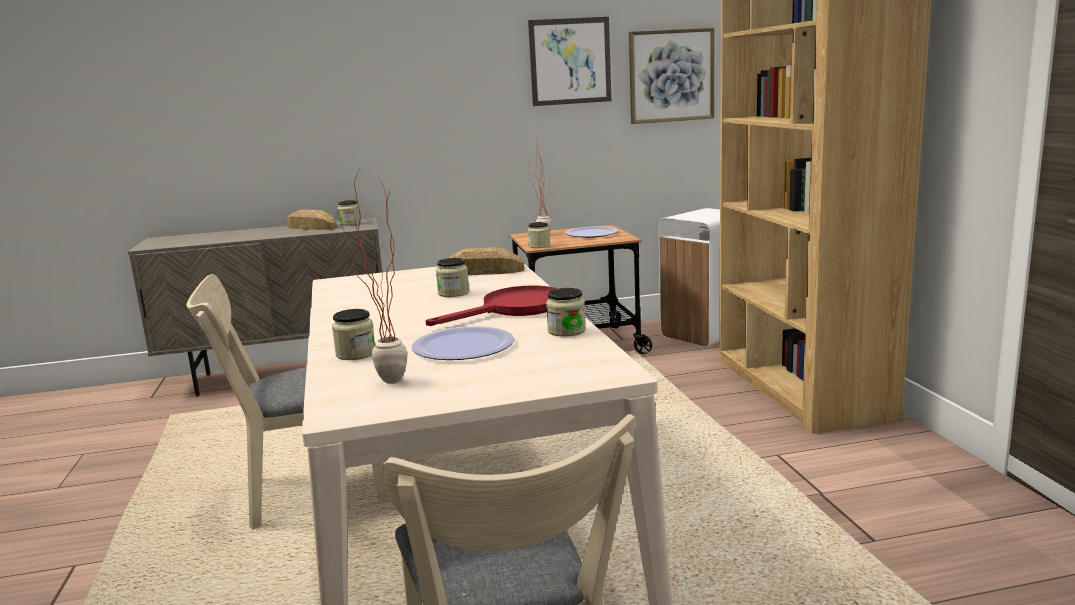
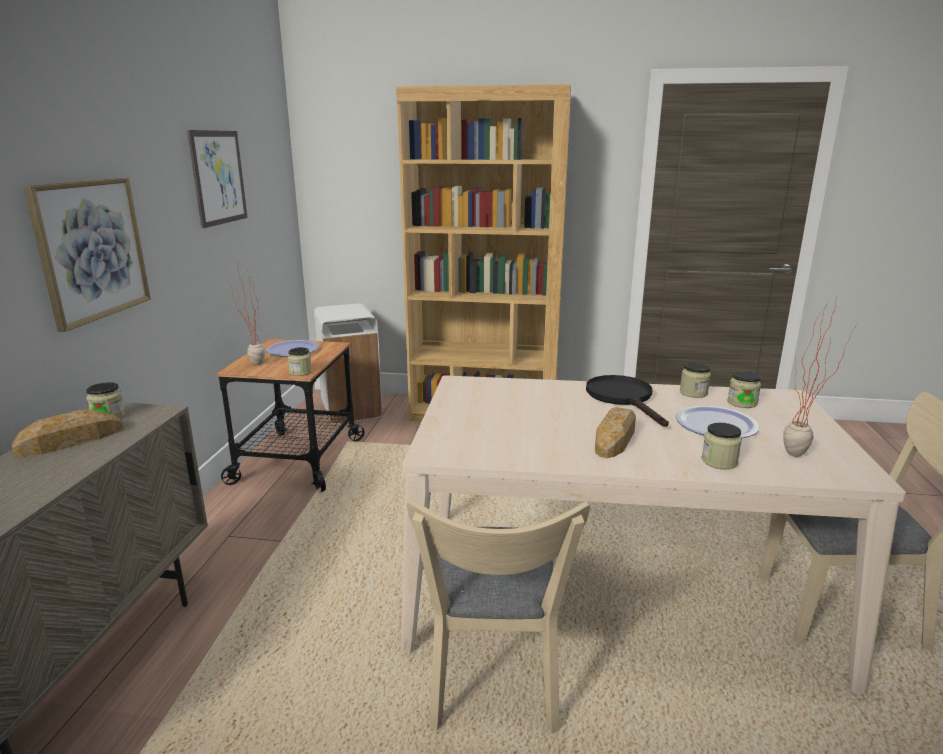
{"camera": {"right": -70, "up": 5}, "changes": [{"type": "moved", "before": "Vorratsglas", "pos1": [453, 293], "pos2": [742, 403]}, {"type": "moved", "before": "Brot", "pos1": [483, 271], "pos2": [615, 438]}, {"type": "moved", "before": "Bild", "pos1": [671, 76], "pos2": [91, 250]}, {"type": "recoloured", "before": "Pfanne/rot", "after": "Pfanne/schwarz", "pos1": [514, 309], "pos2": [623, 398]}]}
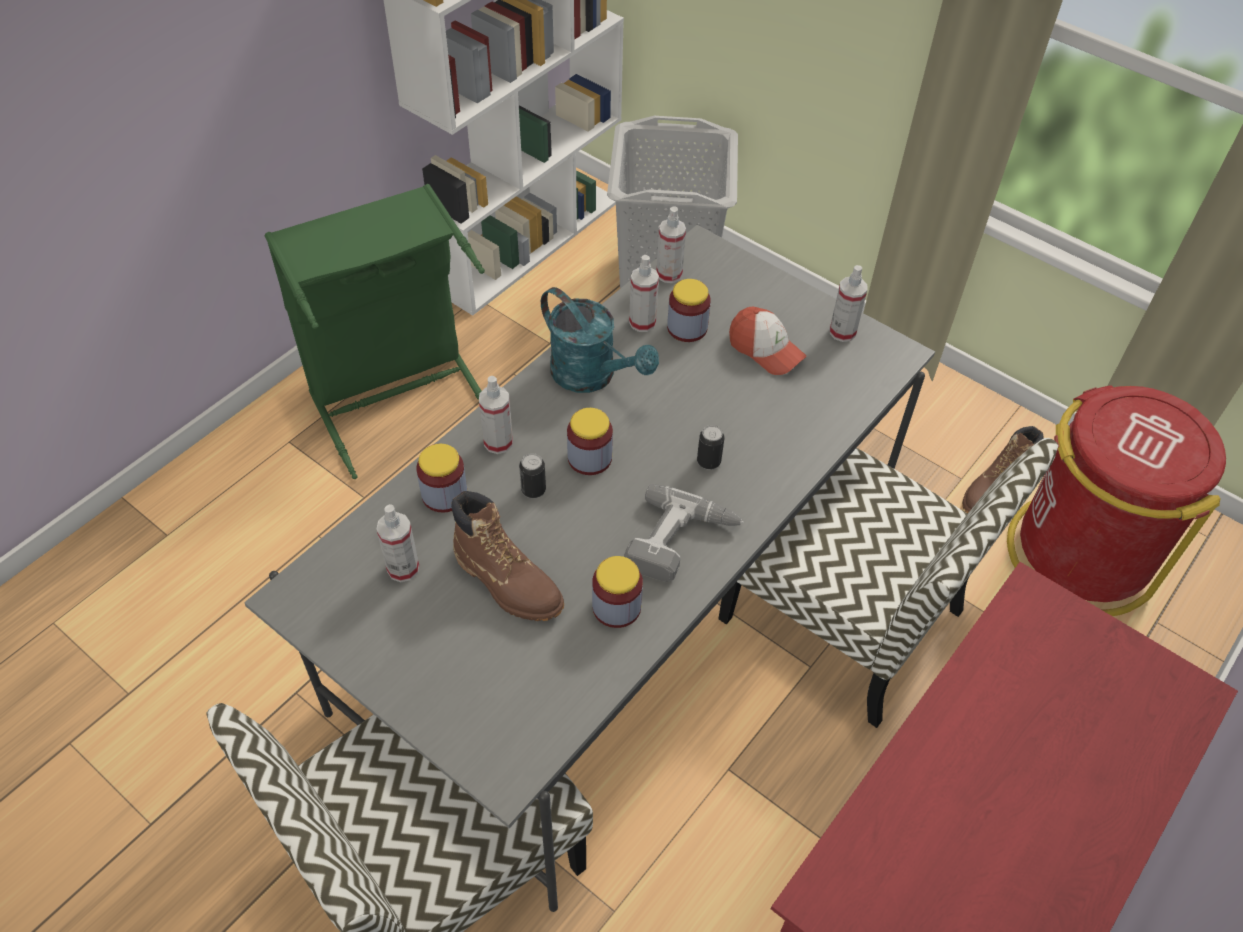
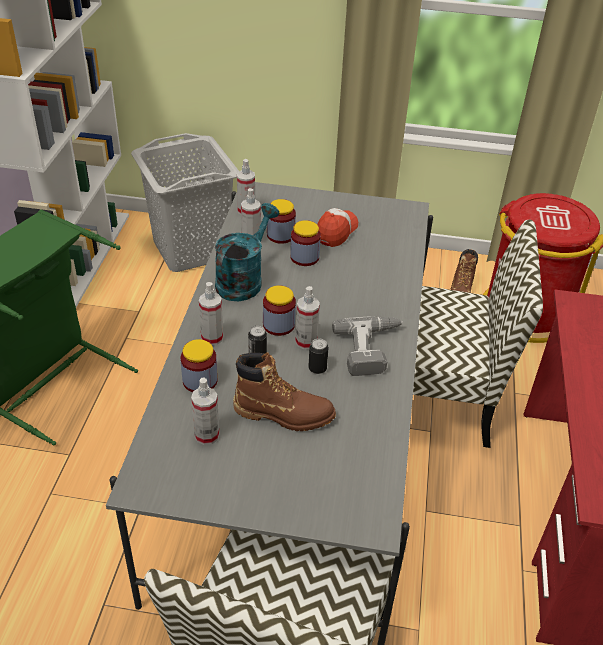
{"camera": {"right": -30, "up": -10}, "changes": [{"type": "moved", "before": "Vorratsglas", "pos1": [616, 607], "pos2": [304, 257]}, {"type": "moved", "before": "Dose", "pos1": [708, 461], "pos2": [317, 368]}, {"type": "moved", "before": "Sprühflasche", "pos1": [842, 332], "pos2": [306, 342]}, {"type": "turned", "before": "Gießkanne/türkis", "pos1": [592, 376], "pos2": [243, 280], "turn": -75}, {"type": "turned", "before": "Kappe", "pos1": [765, 349], "pos2": [336, 231], "turn": -75}]}
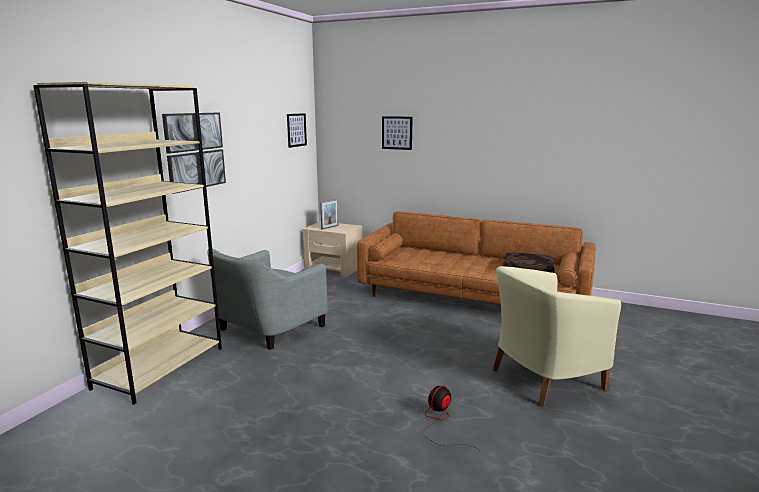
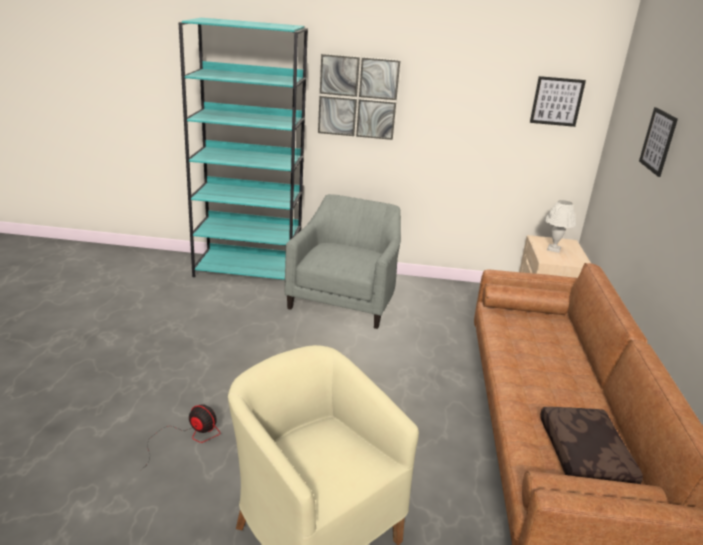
{"camera": {"right": 70, "up": 10}, "changes": [{"type": "replaced", "before": "Bilderrahmen", "after": "Tischlampe/weiß", "pos1": [330, 227], "pos2": [554, 249]}, {"type": "recoloured", "before": "Bücherregal/beige", "after": "Bücherregal/türkis", "pos1": [160, 367], "pos2": [248, 271]}, {"type": "turned", "before": "Sessel/grau", "pos1": [268, 328], "pos2": [344, 300], "turn": 90}]}
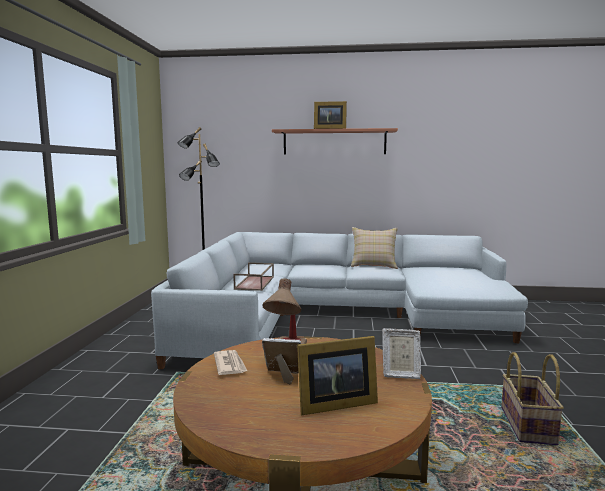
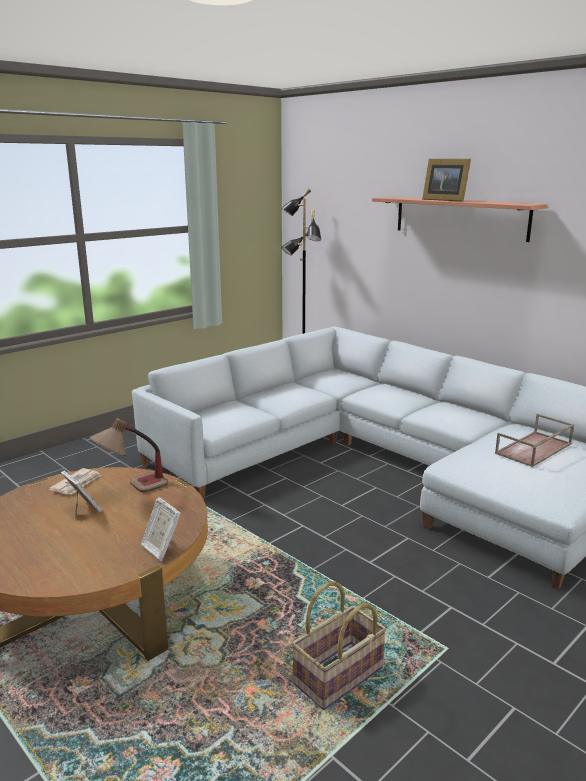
{"camera": {"right": 40, "up": 10}, "changes": [{"type": "removed", "before": "Bilderrahmen", "pos1": [333, 404]}, {"type": "removed", "before": "Kissen/beige", "pos1": [374, 265]}, {"type": "moved", "before": "Tablett/braun", "pos1": [255, 283], "pos2": [534, 449]}]}
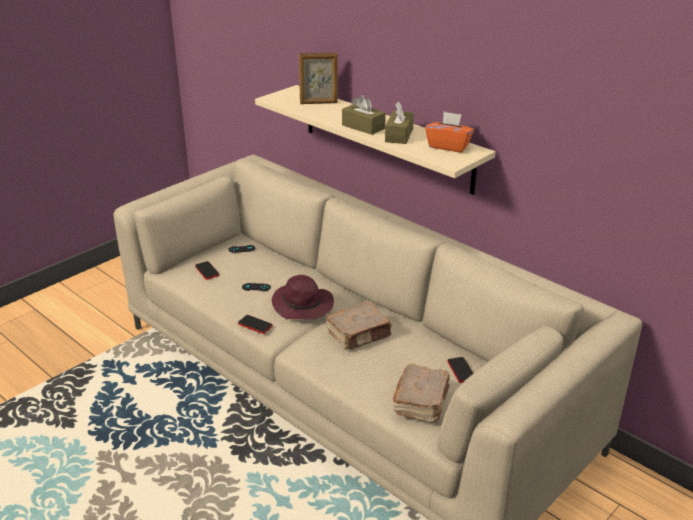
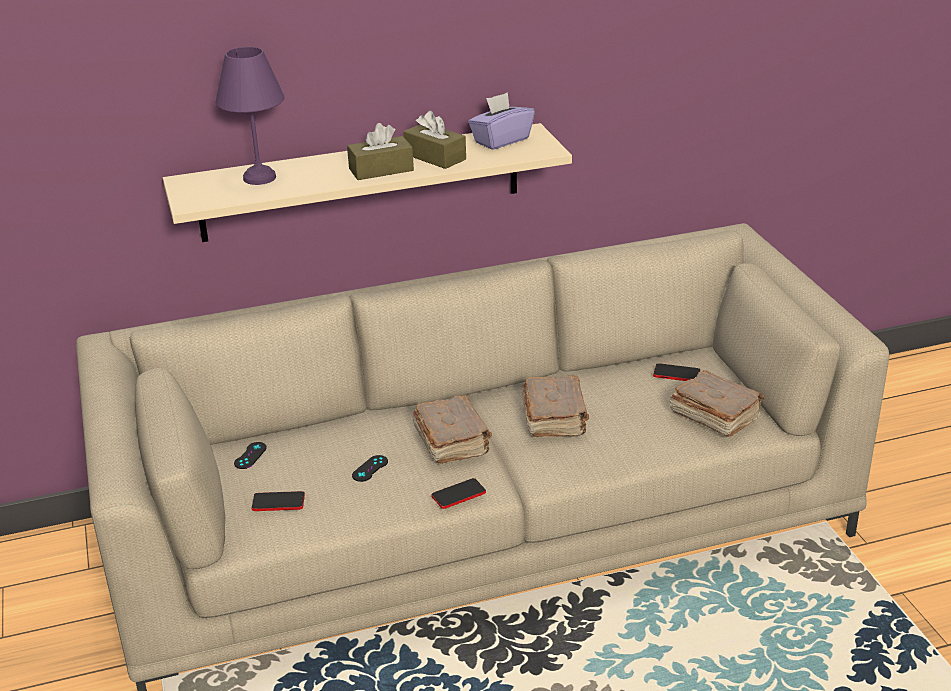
{"camera": {"right": -60, "up": 0}, "changes": [{"type": "replaced", "before": "Hut/lila", "after": "Buch/braun", "pos1": [303, 305], "pos2": [452, 441]}, {"type": "replaced", "before": "Bilderrahmen", "after": "Tischlampe/lila", "pos1": [318, 103], "pos2": [259, 177]}, {"type": "recoloured", "before": "Taschentuchbox/orange", "after": "Taschentuchbox/lila", "pos1": [448, 146], "pos2": [501, 140]}]}
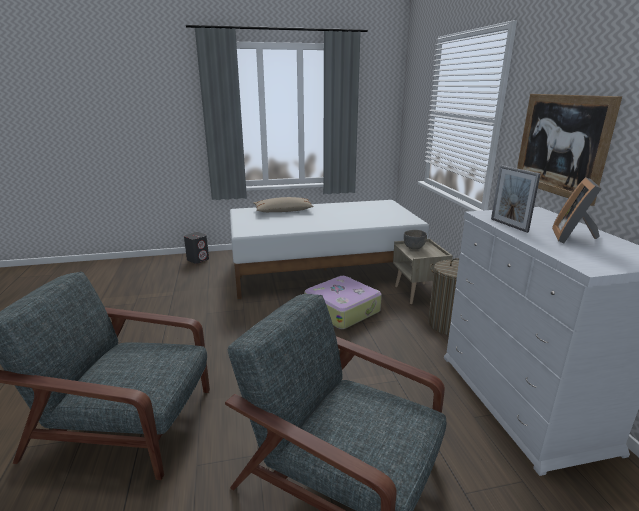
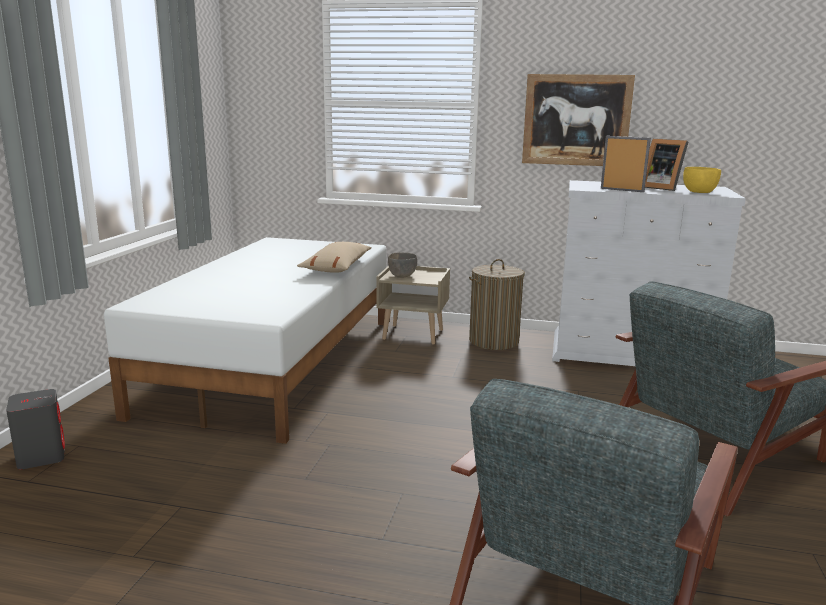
{"camera": {"right": -65, "up": -5}, "changes": [{"type": "removed", "before": "Koffer", "pos1": [342, 309]}, {"type": "added", "after": "Schüssel/gelb", "pos2": [699, 192]}, {"type": "moved", "before": "Kissen/beige", "pos1": [283, 211], "pos2": [337, 267]}, {"type": "turned", "before": "Bilderrahmen", "pos1": [509, 225], "pos2": [622, 190], "turn": -150}]}
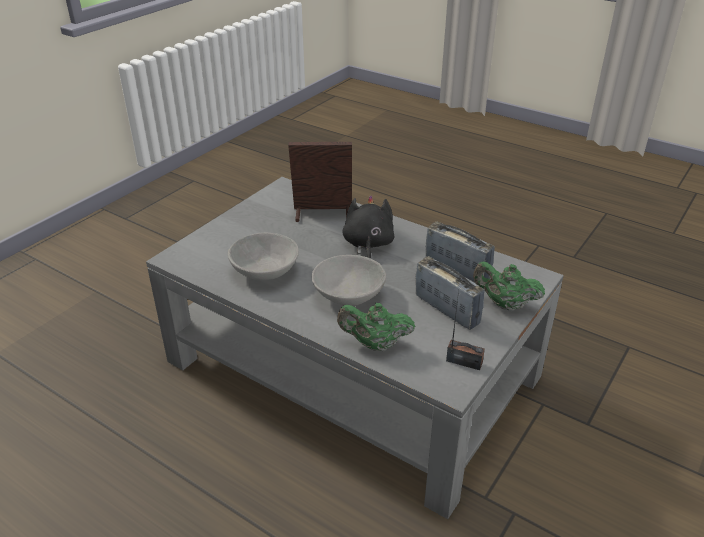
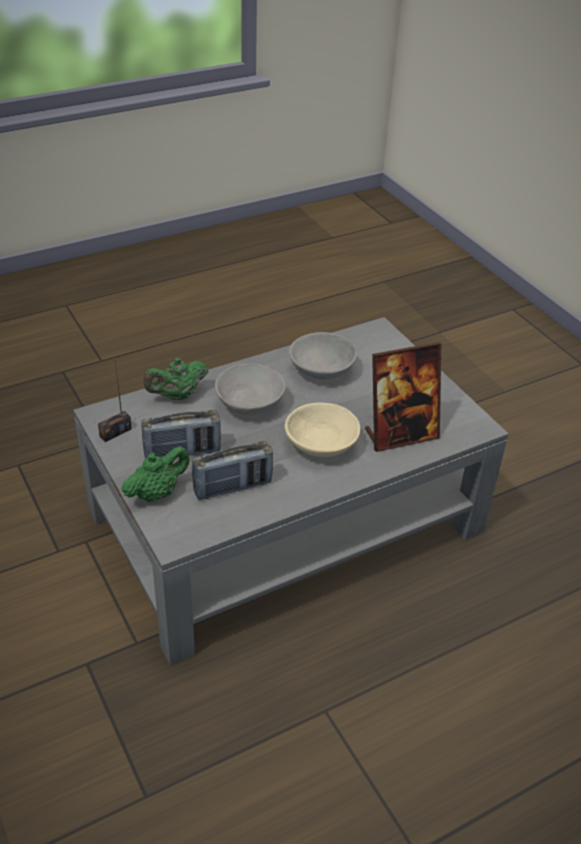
{"camera": {"right": 115, "up": 5}, "changes": [{"type": "replaced", "before": "Plüschtier/schwarz", "after": "Schüssel/beige", "pos1": [368, 244], "pos2": [321, 445]}, {"type": "turned", "before": "Bilderrahmen", "pos1": [322, 214], "pos2": [401, 435], "turn": 45}, {"type": "turned", "before": "Teekanne/grün", "pos1": [375, 344], "pos2": [177, 396], "turn": -150}]}
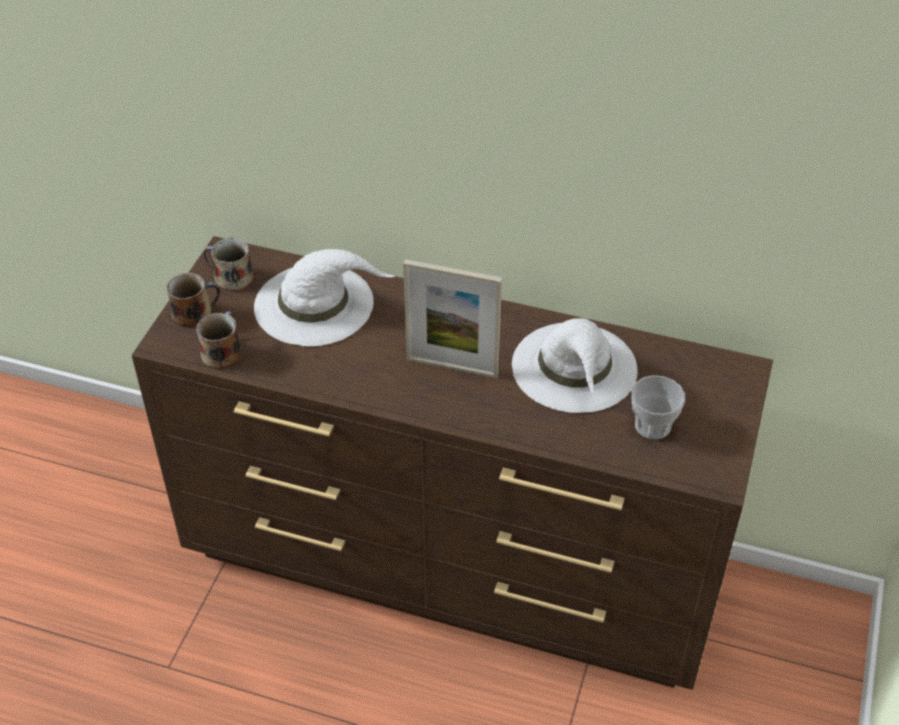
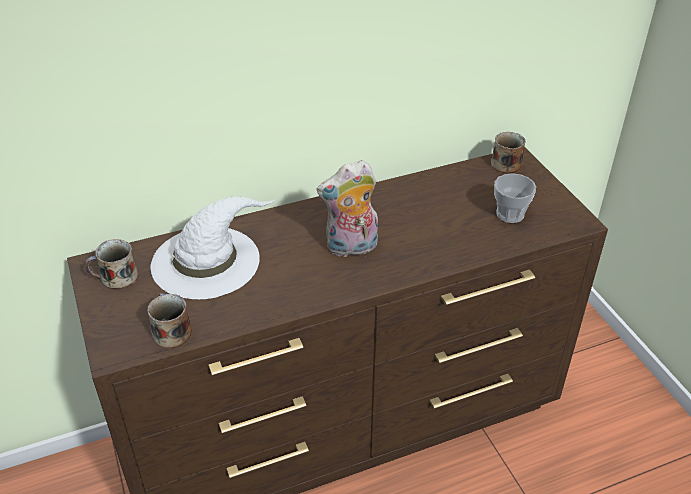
{"camera": {"right": -40, "up": -5}, "changes": [{"type": "removed", "before": "Hut/weiß", "pos1": [575, 368]}, {"type": "moved", "before": "Henkelbecher", "pos1": [194, 312], "pos2": [506, 163]}, {"type": "replaced", "before": "Bilderrahmen", "after": "Plüschtier", "pos1": [452, 367], "pos2": [351, 248]}]}
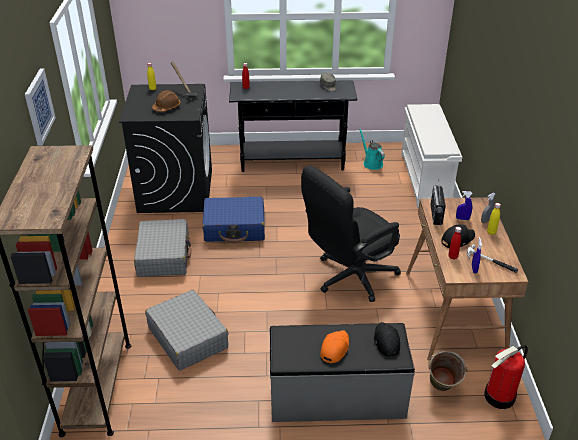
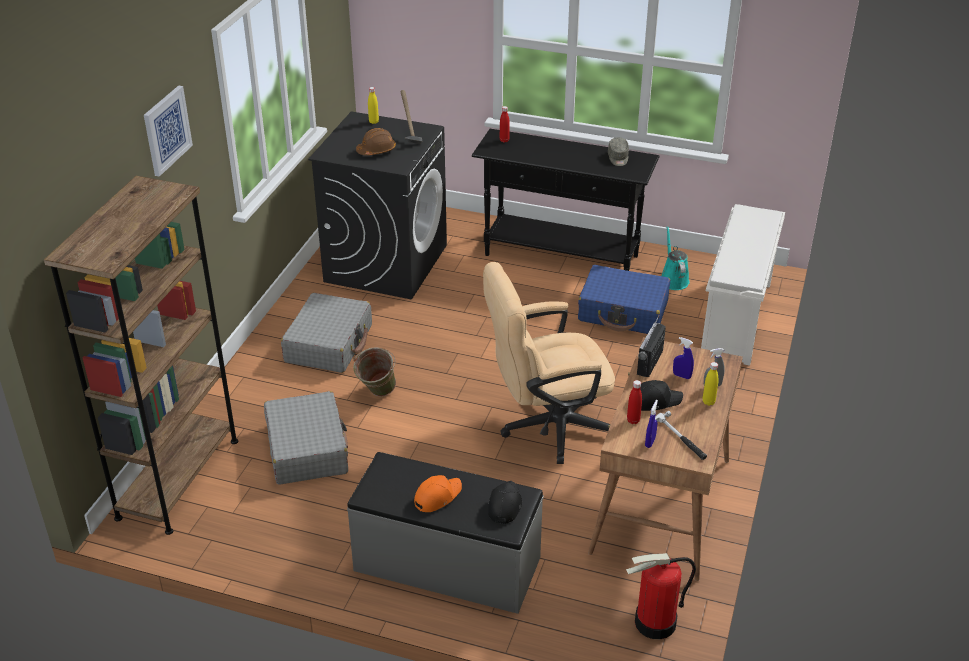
{"camera": {"right": 20, "up": 0}, "changes": [{"type": "moved", "before": "Koffer/blau", "pos1": [235, 227], "pos2": [623, 311]}, {"type": "moved", "before": "Eimer/grün", "pos1": [441, 389], "pos2": [377, 394]}, {"type": "recoloured", "before": "Bürostuhl/schwarz", "after": "Bürostuhl/beige", "pos1": [349, 278], "pos2": [547, 427]}]}
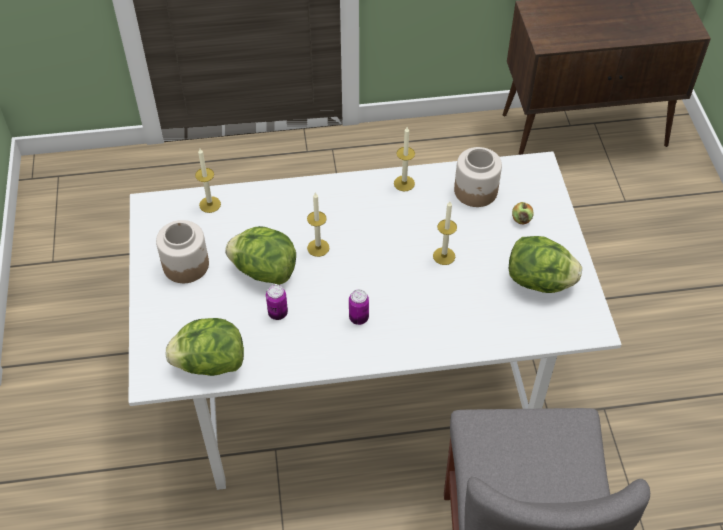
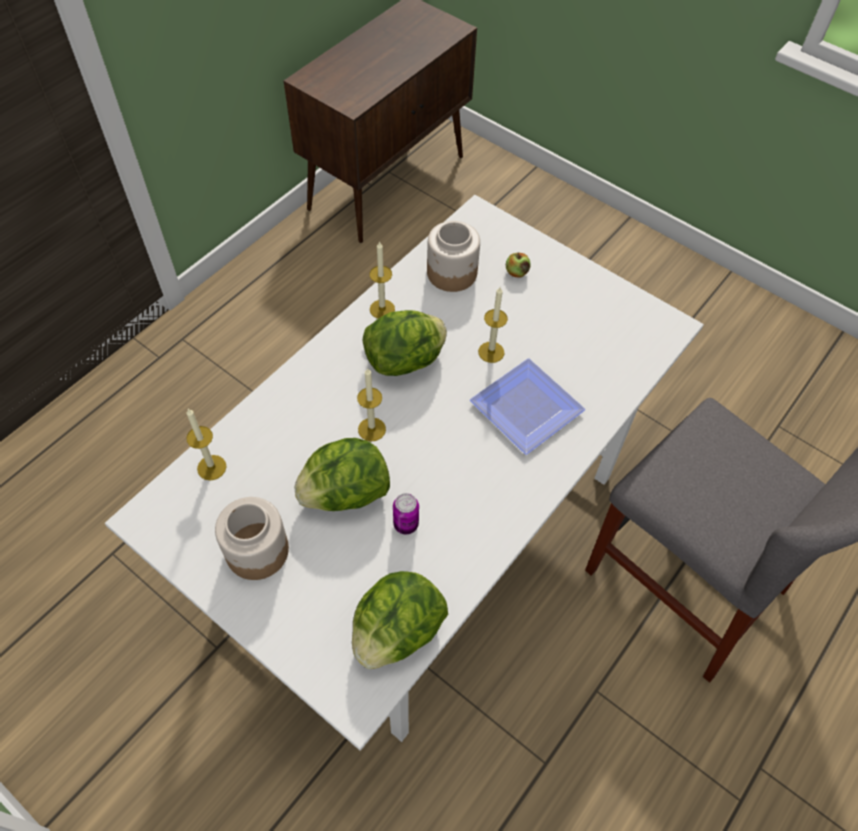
{"camera": {"right": -45, "up": 5}, "changes": [{"type": "removed", "before": "Dose", "pos1": [358, 318]}, {"type": "added", "after": "Teller", "pos2": [530, 408]}, {"type": "moved", "before": "Salatkopf", "pos1": [539, 281], "pos2": [405, 360]}]}
